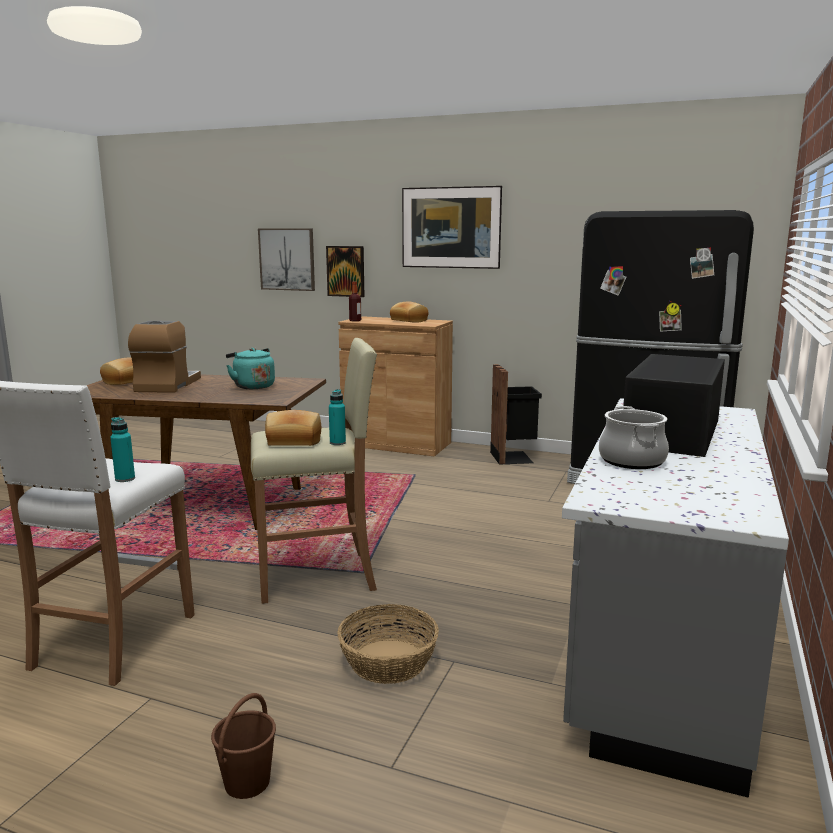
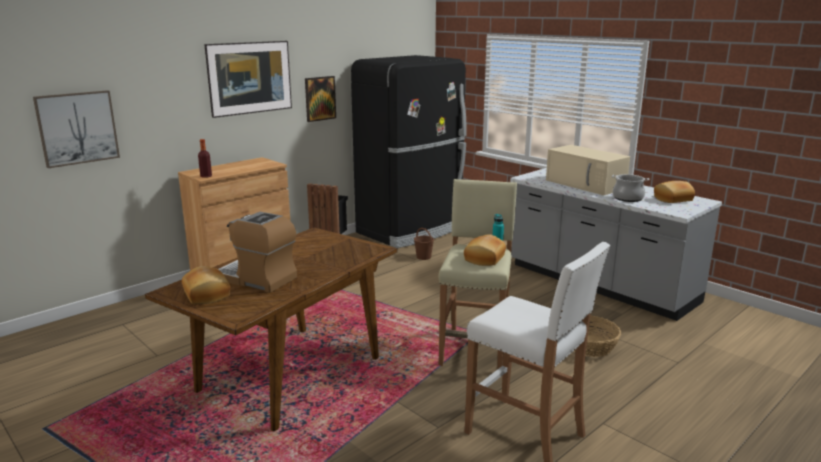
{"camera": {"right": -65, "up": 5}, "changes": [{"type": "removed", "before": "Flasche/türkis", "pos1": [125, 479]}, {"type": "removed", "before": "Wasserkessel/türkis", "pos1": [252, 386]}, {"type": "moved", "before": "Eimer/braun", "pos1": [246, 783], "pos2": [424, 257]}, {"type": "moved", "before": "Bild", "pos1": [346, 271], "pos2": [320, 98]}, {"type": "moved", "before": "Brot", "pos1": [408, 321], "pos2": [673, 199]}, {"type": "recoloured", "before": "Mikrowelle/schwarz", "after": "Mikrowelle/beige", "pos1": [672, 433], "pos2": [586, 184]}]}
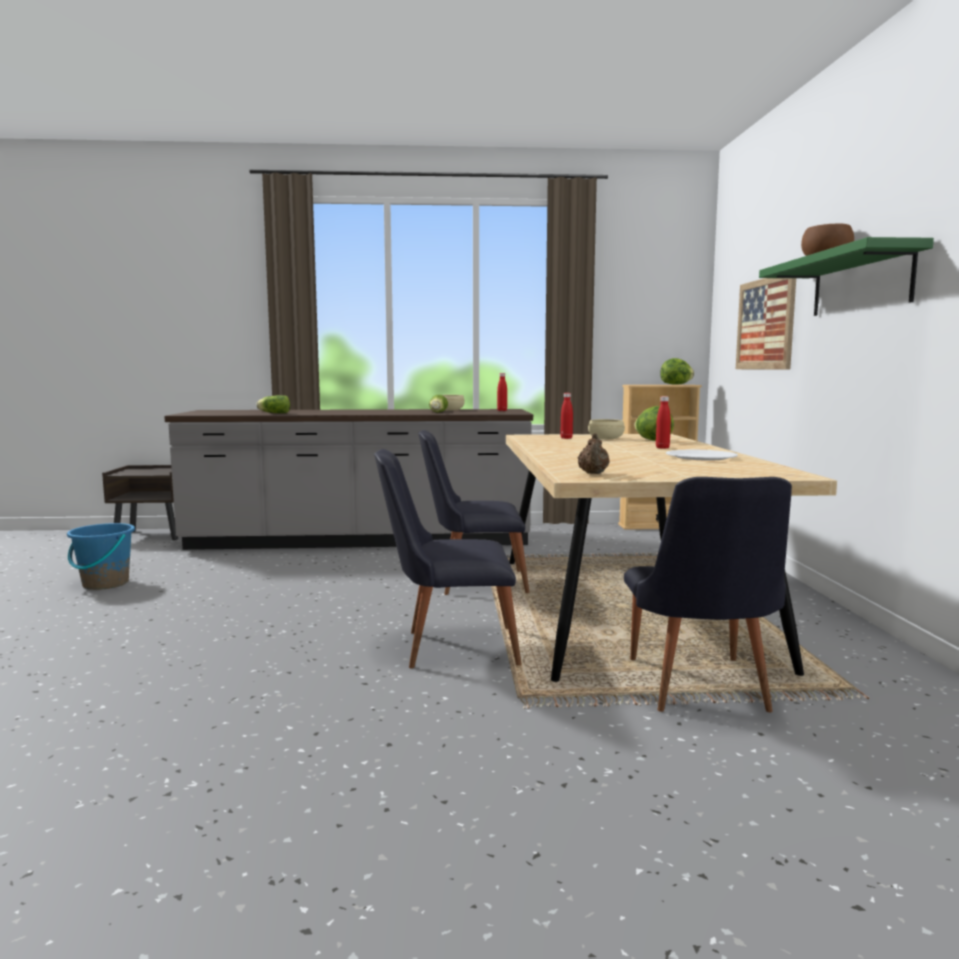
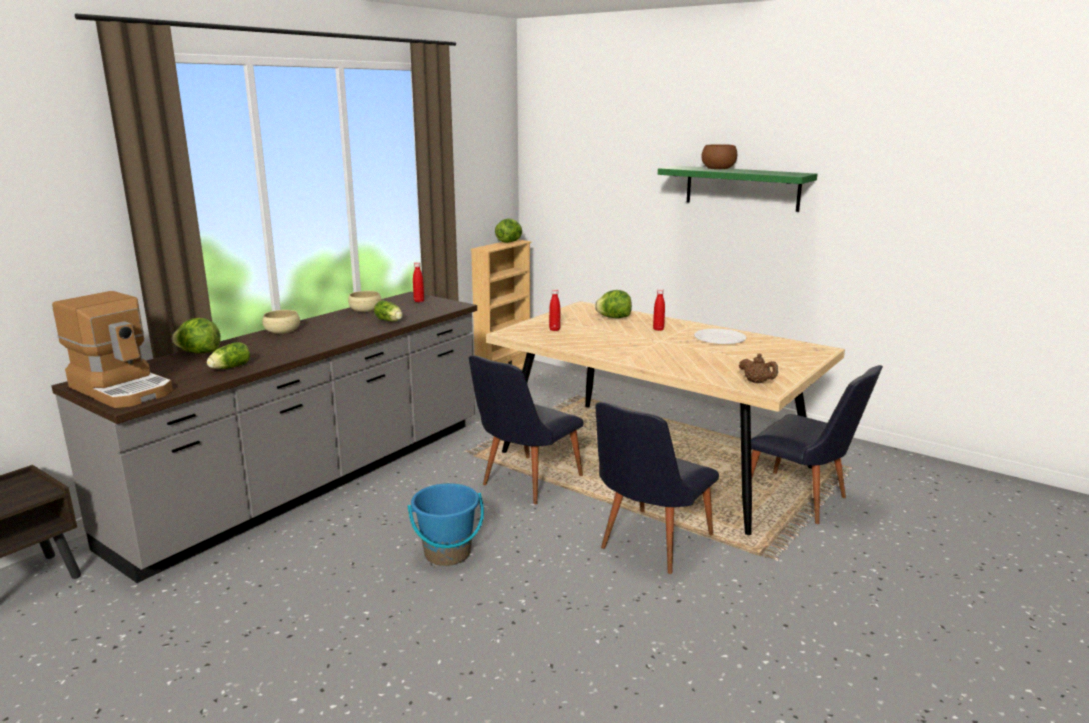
{"camera": {"right": -50, "up": 10}, "changes": [{"type": "removed", "before": "Bild", "pos1": [765, 324]}, {"type": "added", "after": "Kaffeemaschine", "pos2": [123, 389]}, {"type": "added", "after": "Salatkopf", "pos2": [199, 353]}, {"type": "moved", "before": "Eimer/blau", "pos1": [105, 584], "pos2": [447, 554]}, {"type": "moved", "before": "Schüssel/beige", "pos1": [606, 438], "pos2": [282, 331]}]}
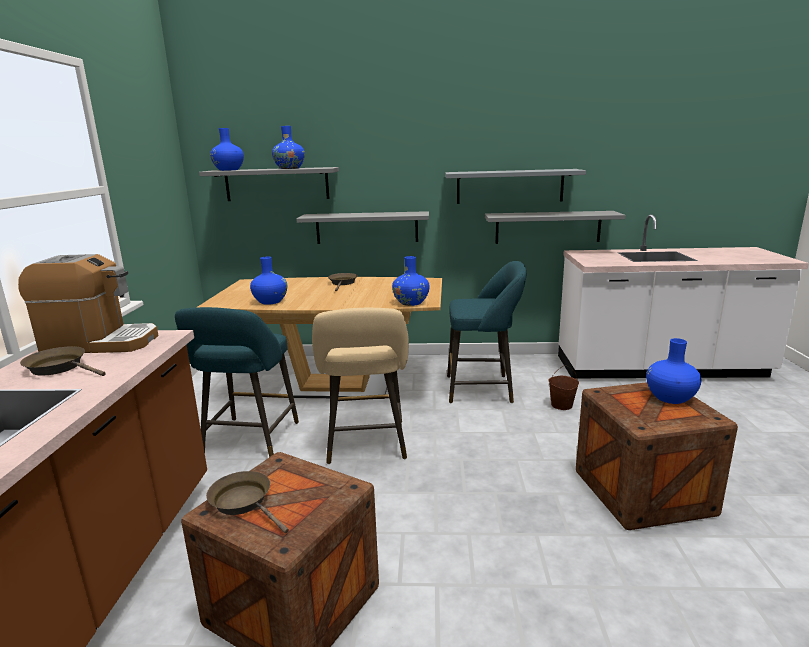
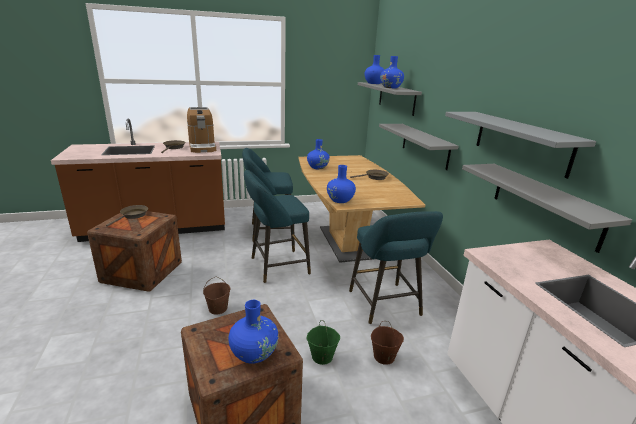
{"camera": {"right": 70, "up": 5}, "changes": [{"type": "added", "after": "Eimer/braun", "pos2": [218, 309]}, {"type": "added", "after": "Eimer/grün", "pos2": [322, 356]}, {"type": "recoloured", "before": "Hocker/beige", "after": "Hocker/türkis", "pos1": [366, 445], "pos2": [276, 266]}]}
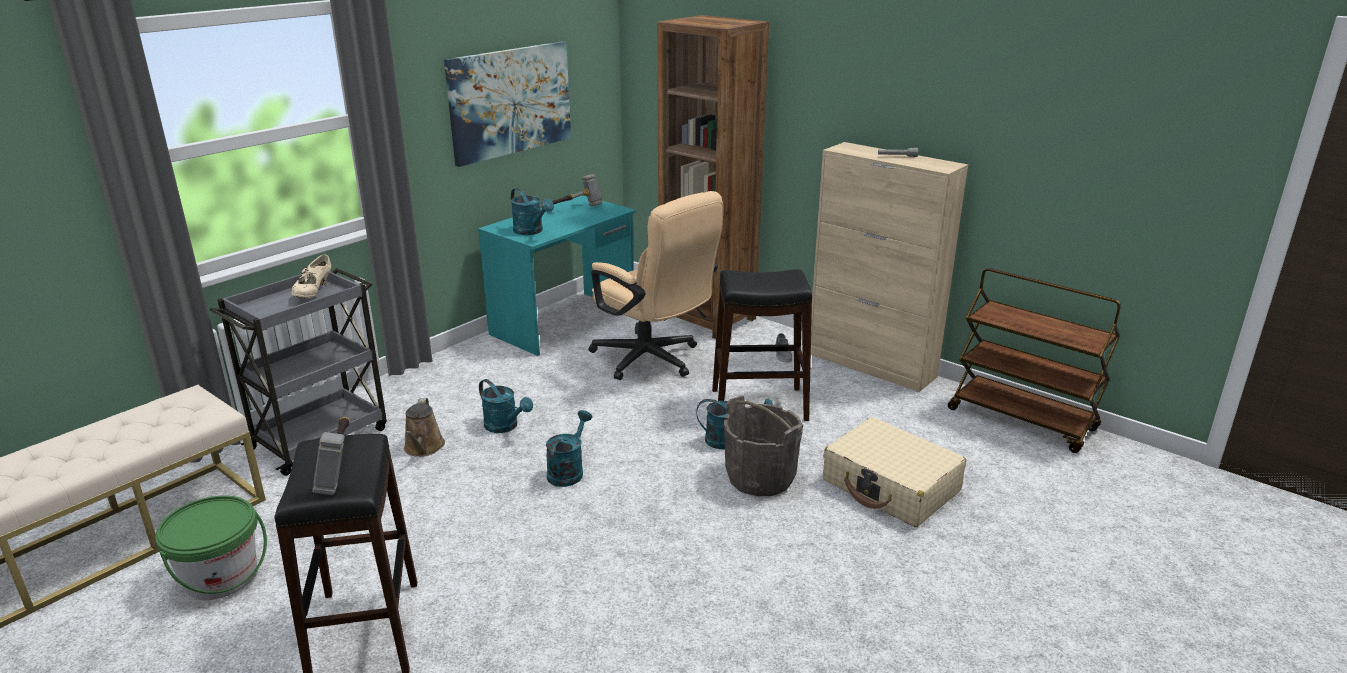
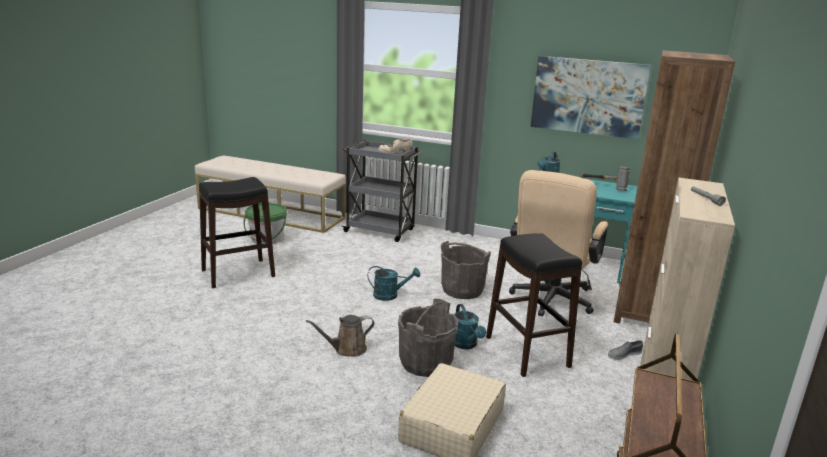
{"camera": {"right": 70, "up": -5}, "changes": [{"type": "removed", "before": "Hammer", "pos1": [339, 465]}, {"type": "removed", "before": "Gießkanne/türkis", "pos1": [505, 426]}, {"type": "added", "after": "Eimer/grau", "pos2": [462, 290]}, {"type": "moved", "before": "Gießkanne/braun", "pos1": [423, 448], "pos2": [347, 349]}]}
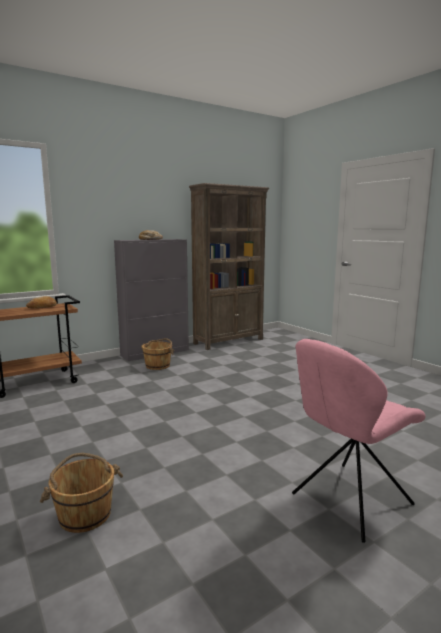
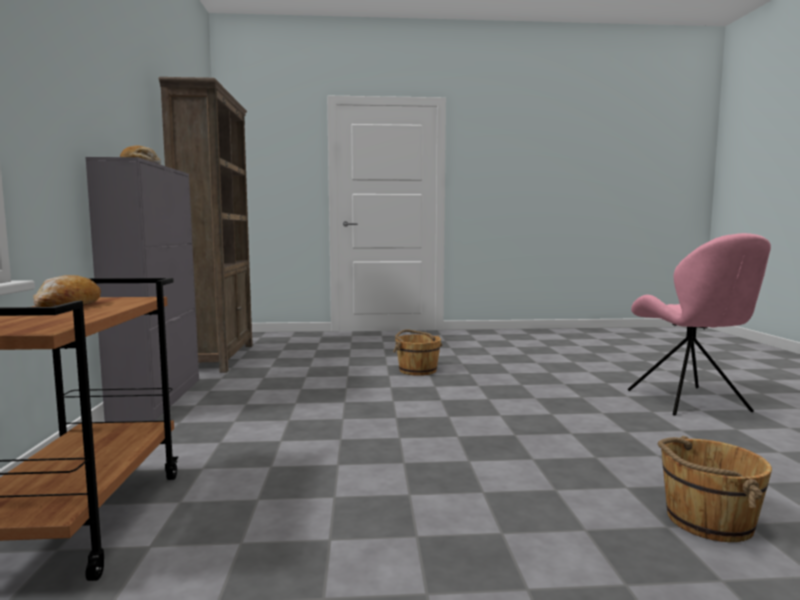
{"camera": {"right": -60, "up": -5}, "changes": [{"type": "moved", "before": "Eimer/braun", "pos1": [158, 365], "pos2": [417, 370]}]}
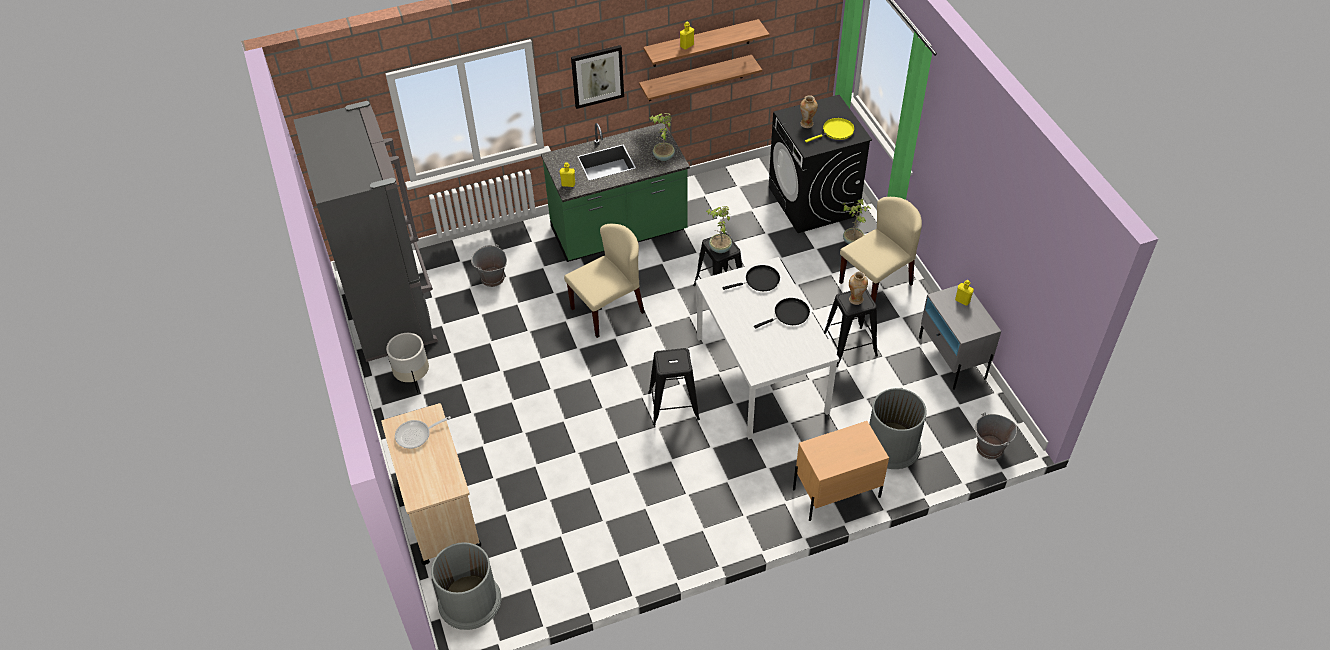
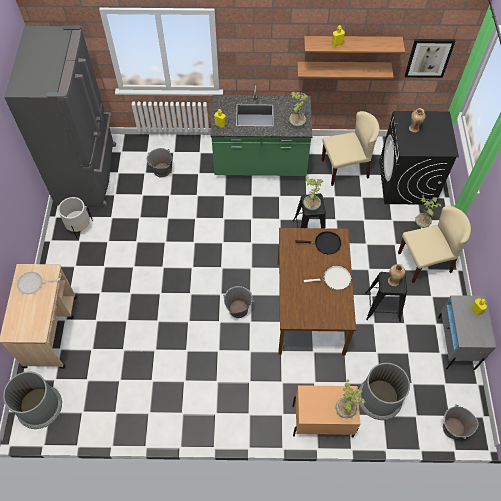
{"camera": {"right": 20, "up": 10}, "changes": [{"type": "removed", "before": "Pfanne/gelb", "pos1": [836, 131]}, {"type": "added", "after": "Topfpflanze", "pos2": [345, 409]}, {"type": "moved", "before": "Stuhl/beige", "pos1": [607, 310], "pos2": [345, 168]}, {"type": "moved", "before": "Bild", "pos1": [597, 76], "pos2": [428, 57]}, {"type": "replaced", "before": "Hocker/schwarz", "after": "Eimer/grau", "pos1": [673, 406], "pos2": [238, 309]}, {"type": "recoloured", "before": "Esstisch/weiß", "after": "Esstisch/braun", "pos1": [762, 375], "pos2": [310, 307]}, {"type": "recoloured", "before": "Pfanne/schwarz", "after": "Pfanne/weiß", "pos1": [789, 314], "pos2": [334, 279]}]}
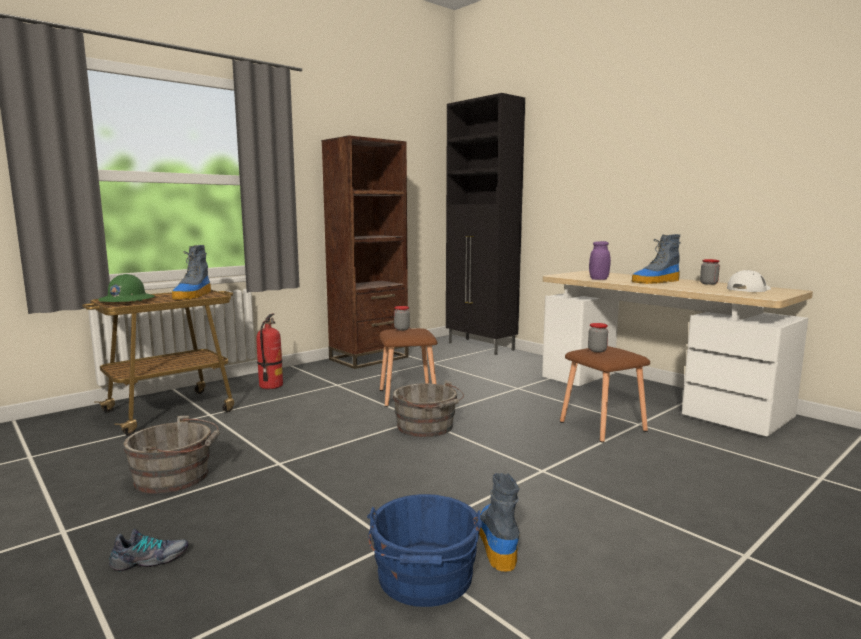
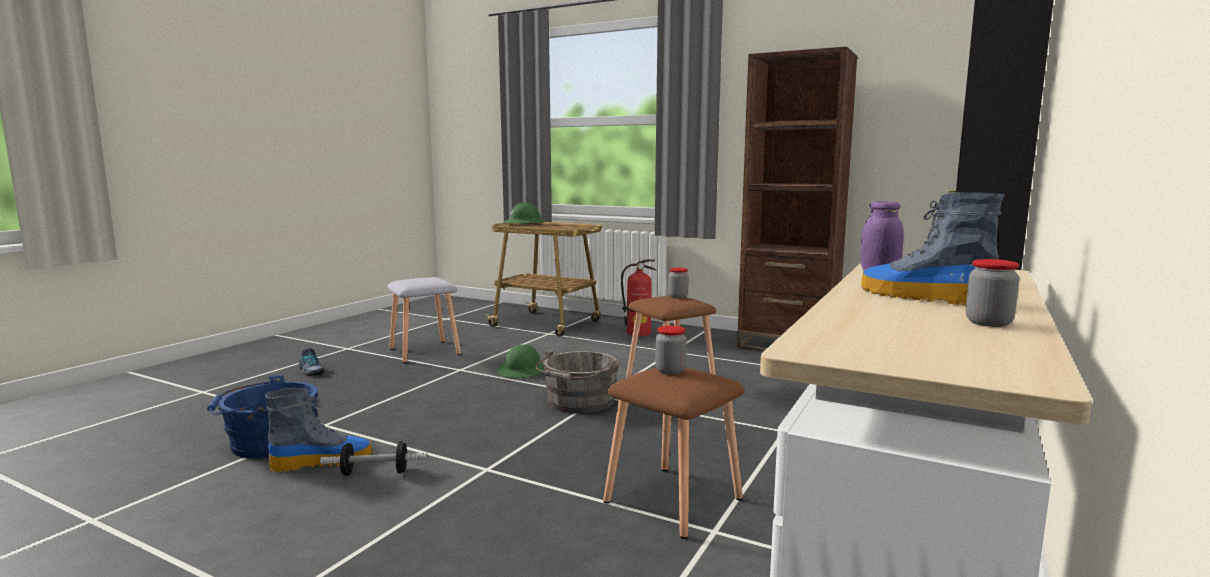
{"camera": {"right": 70, "up": 0}, "changes": [{"type": "removed", "before": "Stiefel", "pos1": [193, 296]}, {"type": "removed", "before": "Kappe/weiß", "pos1": [749, 289]}, {"type": "added", "after": "Hantel", "pos2": [375, 473]}, {"type": "added", "after": "Schutzhelm/grün", "pos2": [523, 371]}, {"type": "replaced", "before": "Eimer/grau", "after": "Hocker/grau", "pos1": [176, 477], "pos2": [425, 351]}]}
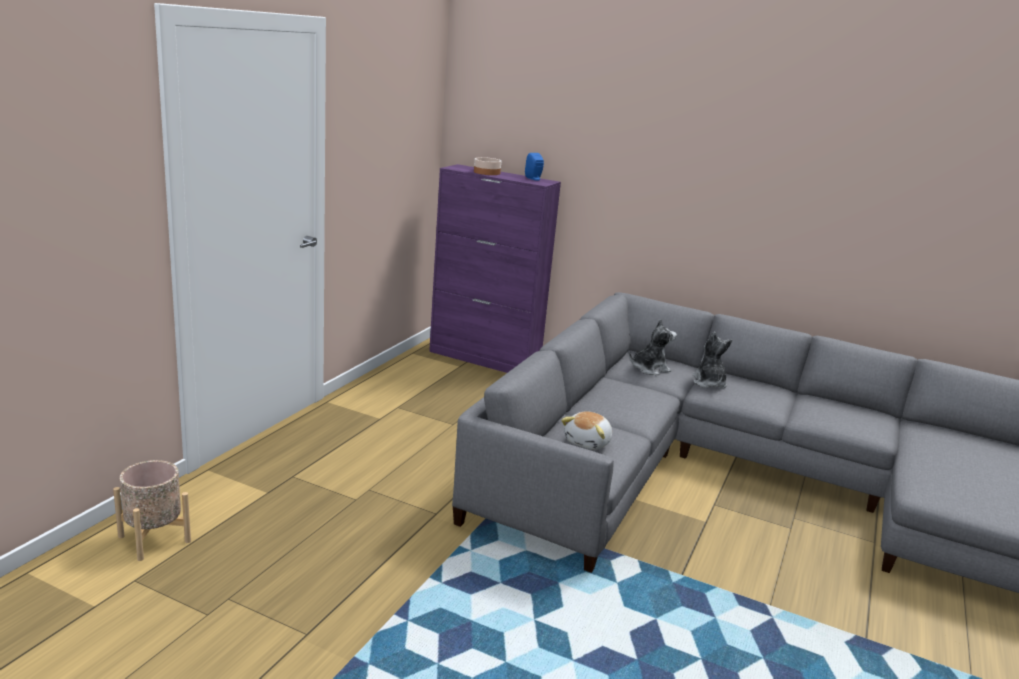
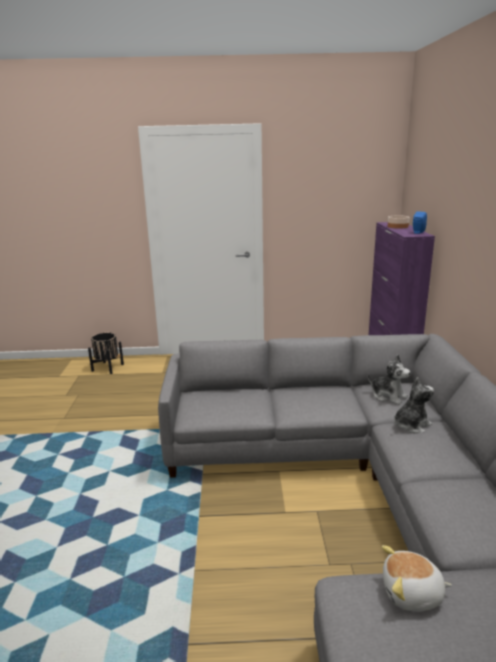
{"camera": {"right": 65, "up": 0}, "changes": [{"type": "moved", "before": "Plüschtier", "pos1": [588, 442], "pos2": [412, 594]}, {"type": "recoloured", "before": "Pflanzkübel/beige", "after": "Pflanzkübel/schwarz", "pos1": [154, 539], "pos2": [107, 367]}]}
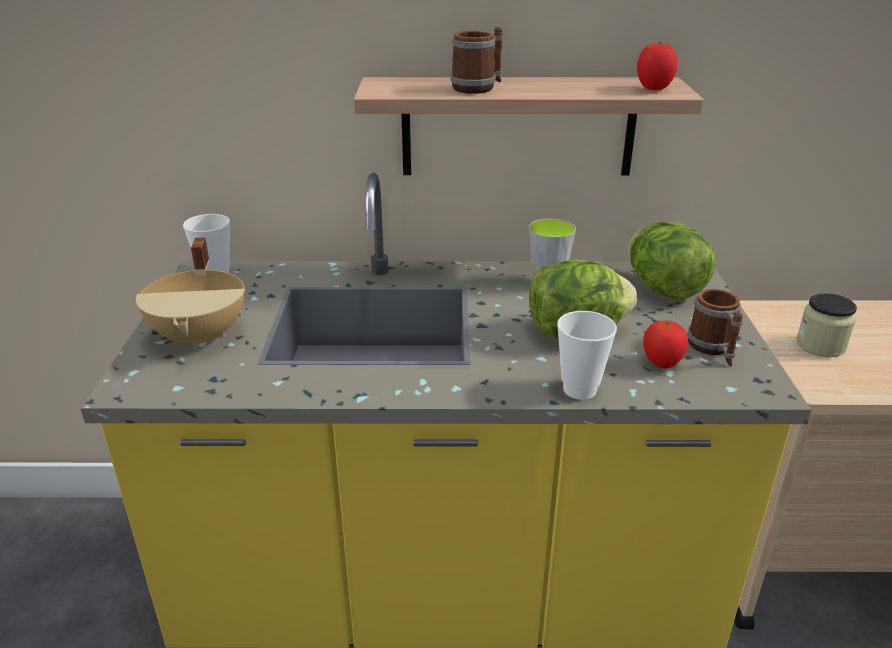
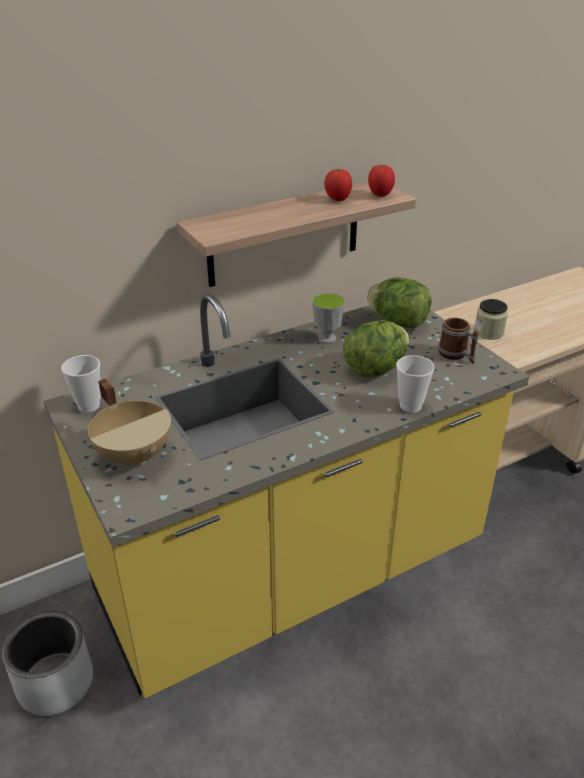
{"camera": {"right": -30, "up": 5}, "changes": [{"type": "removed", "before": "Henkelbecher", "pos1": [479, 87]}, {"type": "added", "after": "Pflanzkübel/grau", "pos2": [55, 682]}, {"type": "moved", "before": "Tomate", "pos1": [662, 364], "pos2": [338, 200]}]}
